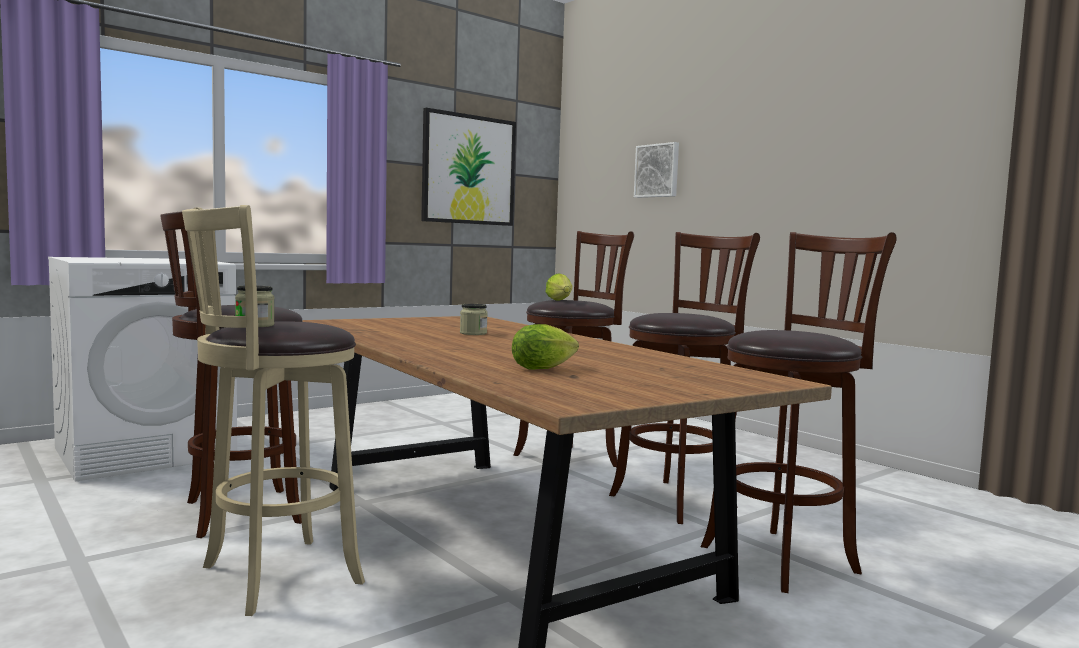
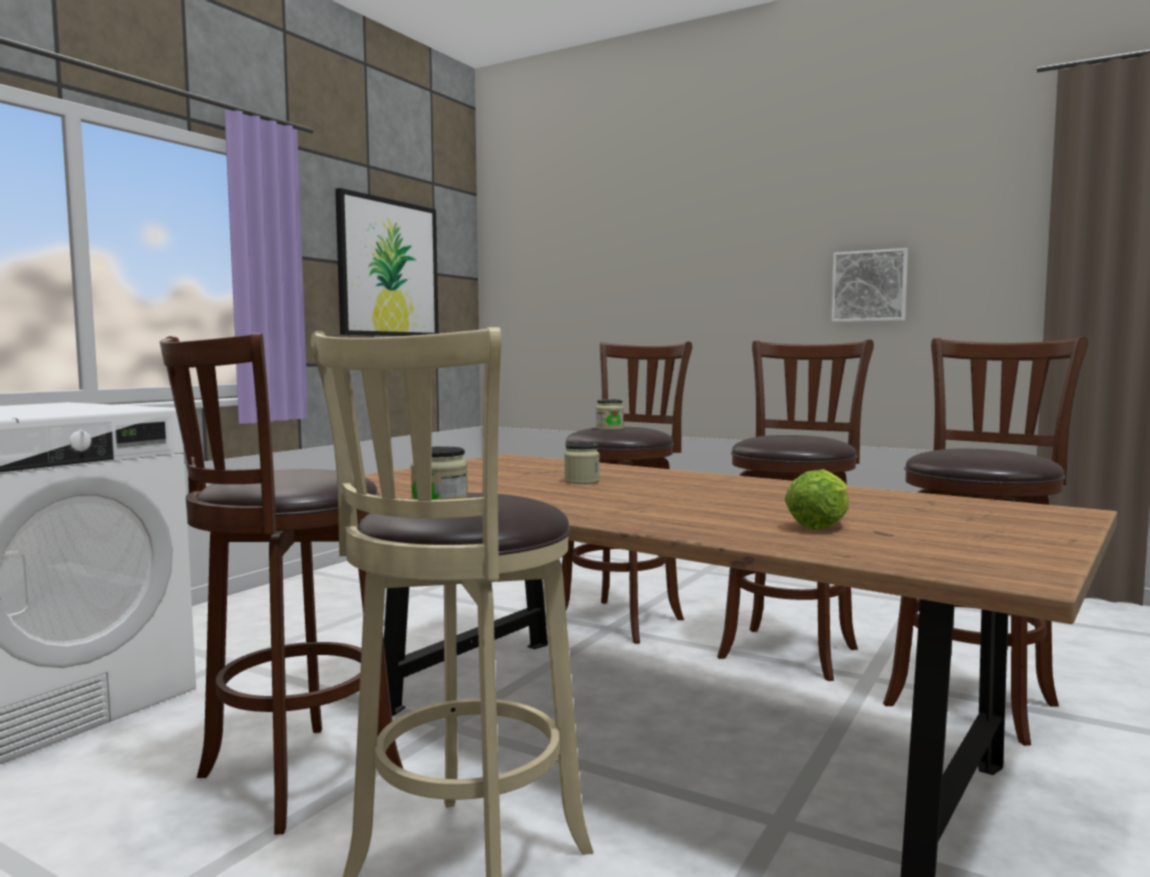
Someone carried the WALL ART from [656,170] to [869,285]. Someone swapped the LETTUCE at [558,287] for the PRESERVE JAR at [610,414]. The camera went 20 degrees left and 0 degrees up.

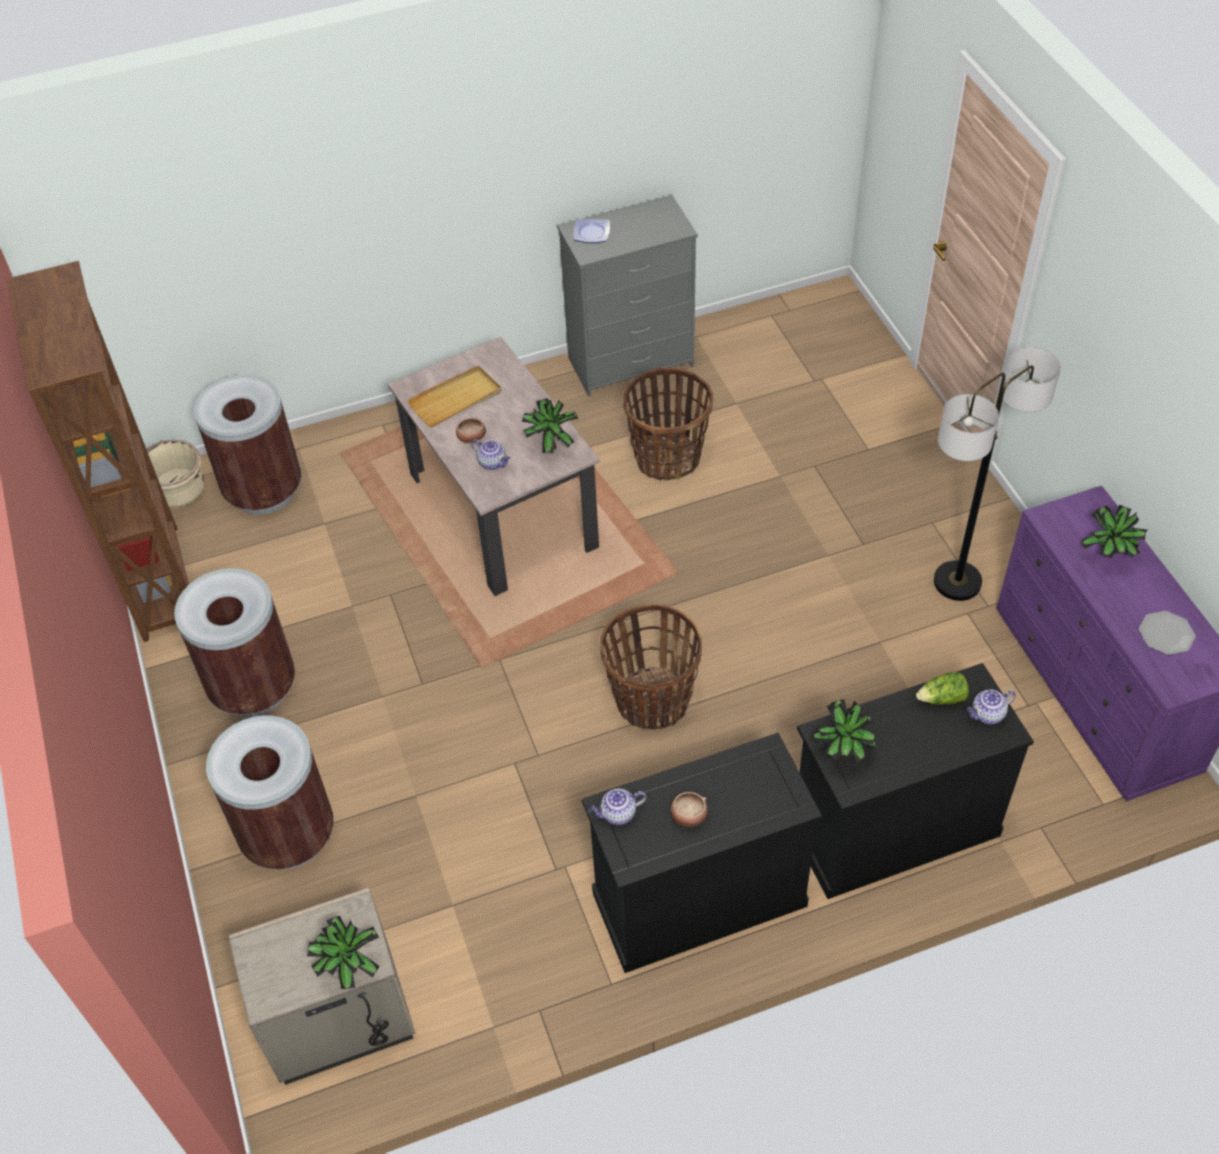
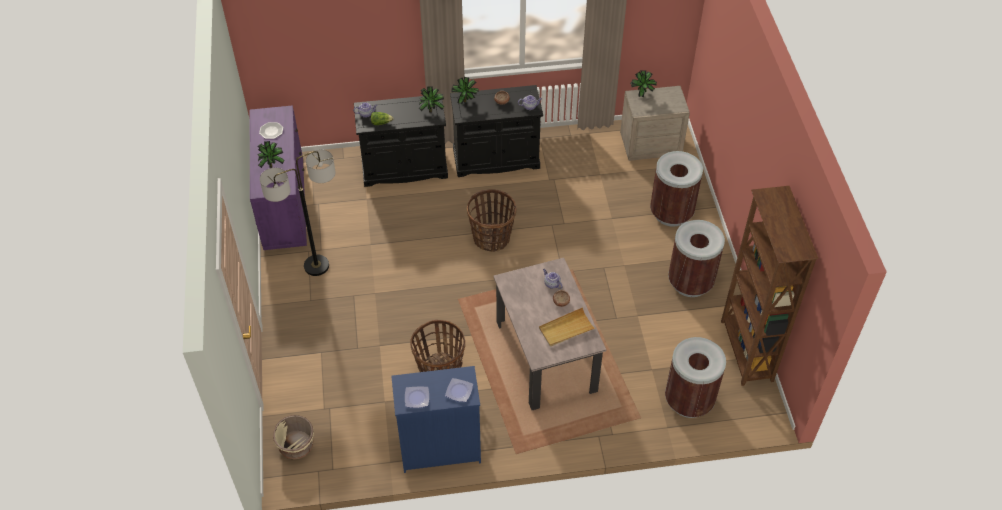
Someone repainted the GREYISH CHEST OF DRAWERS at [627,296], which became the BLUISH CHEST OF DRAWERS at [436,419]. Someone carried the HOUSEPLANT from [550,425] to [465,90]. Someone carried the SAND-COLOURED PLANT POT from [175,473] to [293,437]. Someone put down the DINNER PLATE at [417,397]. The camera went 170 degrees left and 0 degrees up.

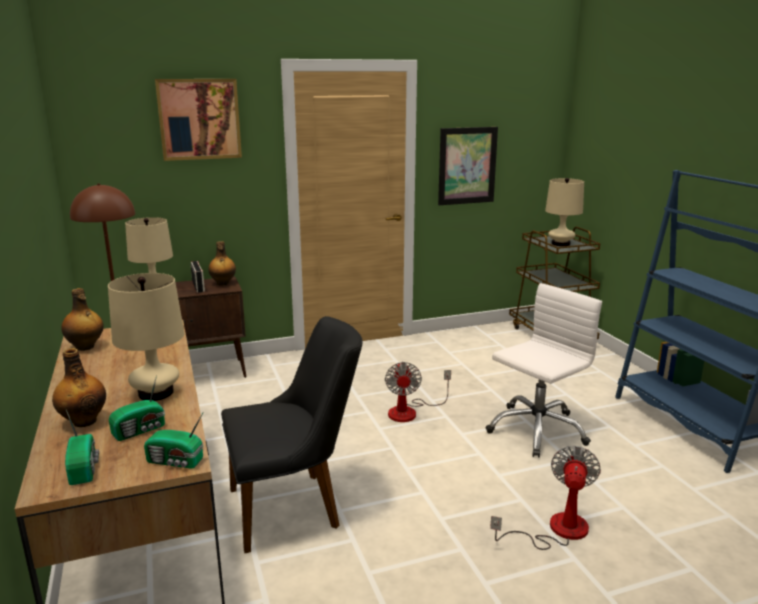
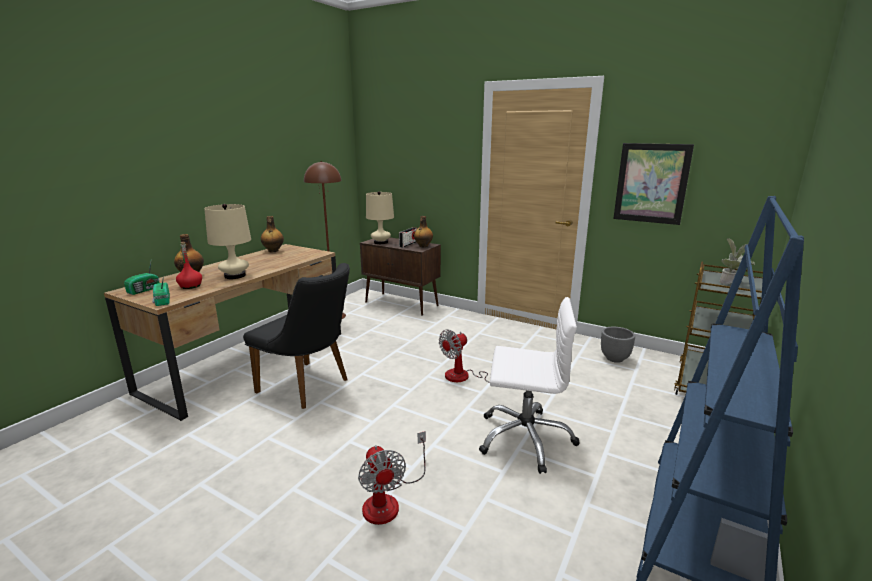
Someone took away the WALL ART at [198,120]. Someone swapped the SAND-COLOURED TABLE LAMP at [564,212] for the HOUSEPLANT at [737,261]. Someone swapped the RADIO at [137,408] for the RED-COLOURED BOTTLE at [189,265]. Someone rotated the FAN at [545,498] by 90 degrees clockwise. Someone put down the GREYISH PLANT POT at [618,345]. The camera went 50 degrees right and 0 degrees up.

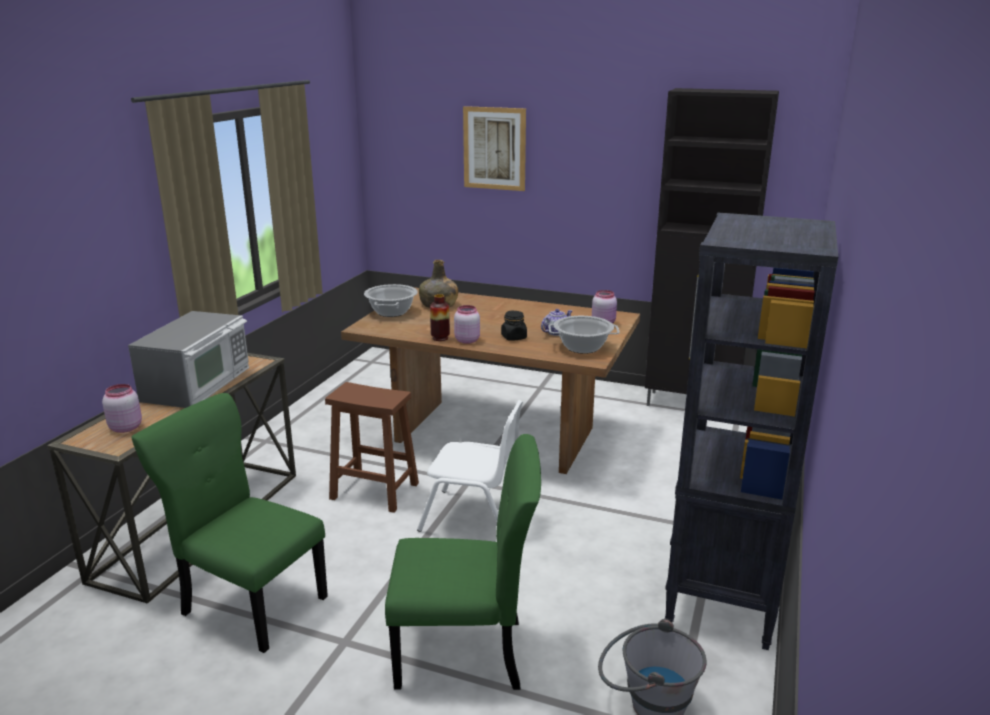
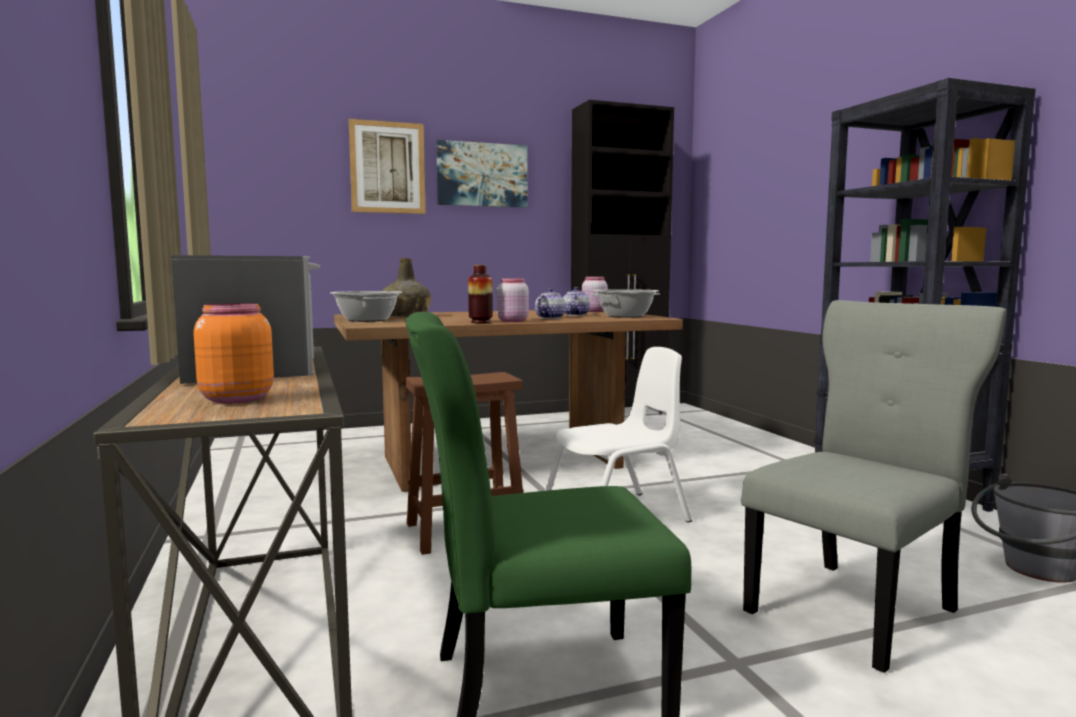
Someone swapped the BLACK-COLOURED PRESERVE JAR at [514,325] for the POT FOR TEA at [550,303]. Someone repainted the PINKISH PRESERVE JAR at [122,408], which became the ORANGE PRESERVE JAR at [234,353]. Someone repainted the GREEN-COLOURED CHAIR at [463,562], which became the GREYISH CHAIR at [874,486]. Someone put up the WALL ART at [481,174]. The camera went 40 degrees left and 15 degrees down.

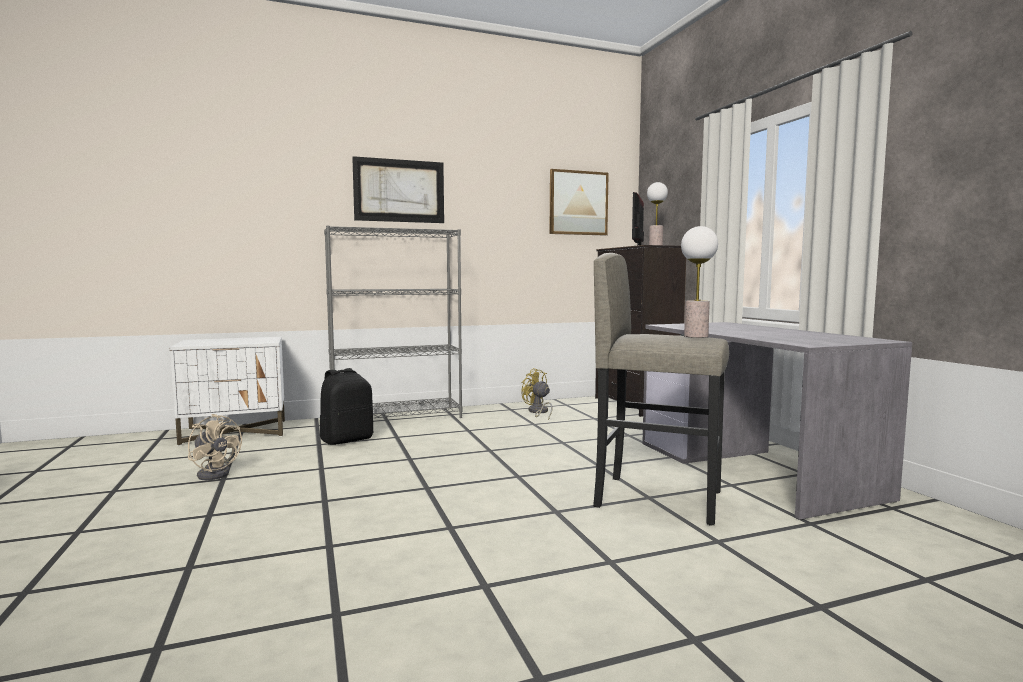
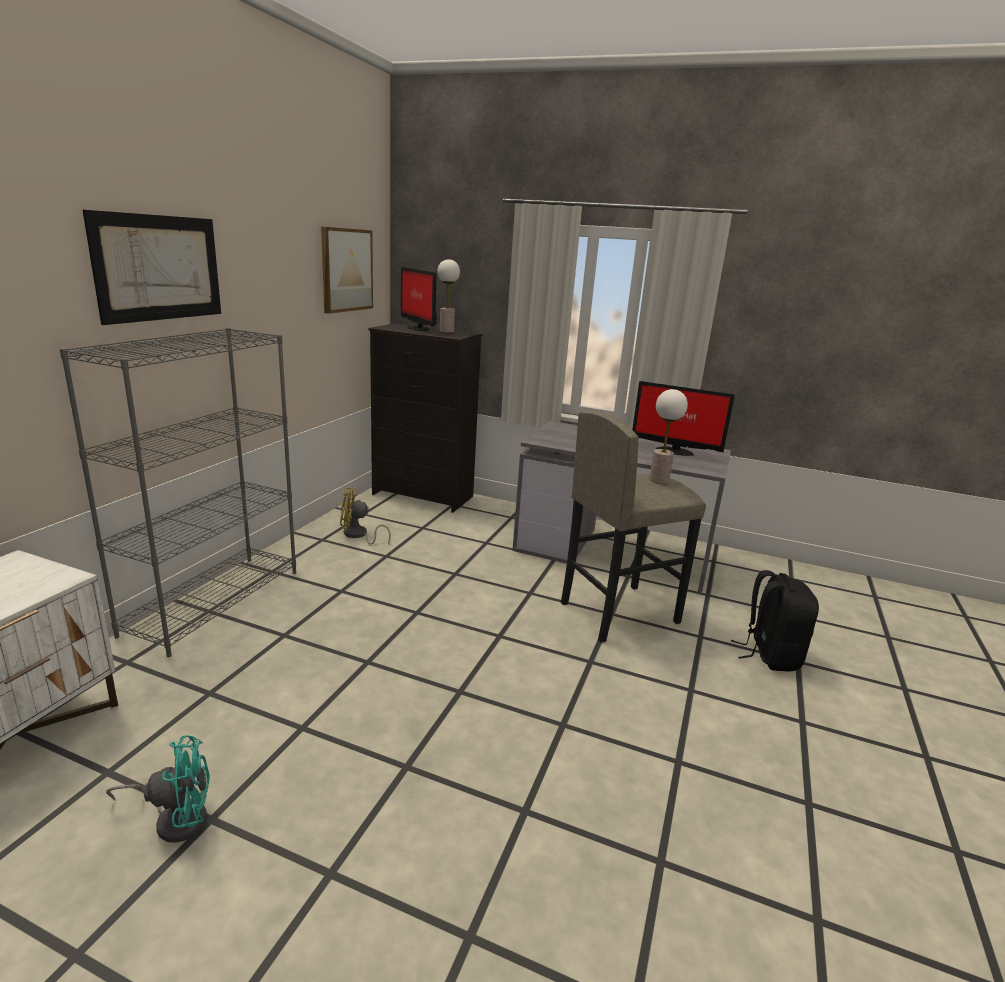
Someone carried the BLACK-COLOURED KNAPSACK from [346,406] to [775,621]. Someone repainted the SAND-COLOURED FAN at [215,447], which became the TURQUOISE-COLOURED FAN at [158,789]. Someone put down the COMPUTER DISPLAY at [683,418]. The camera went 50 degrees left and 15 degrees up.

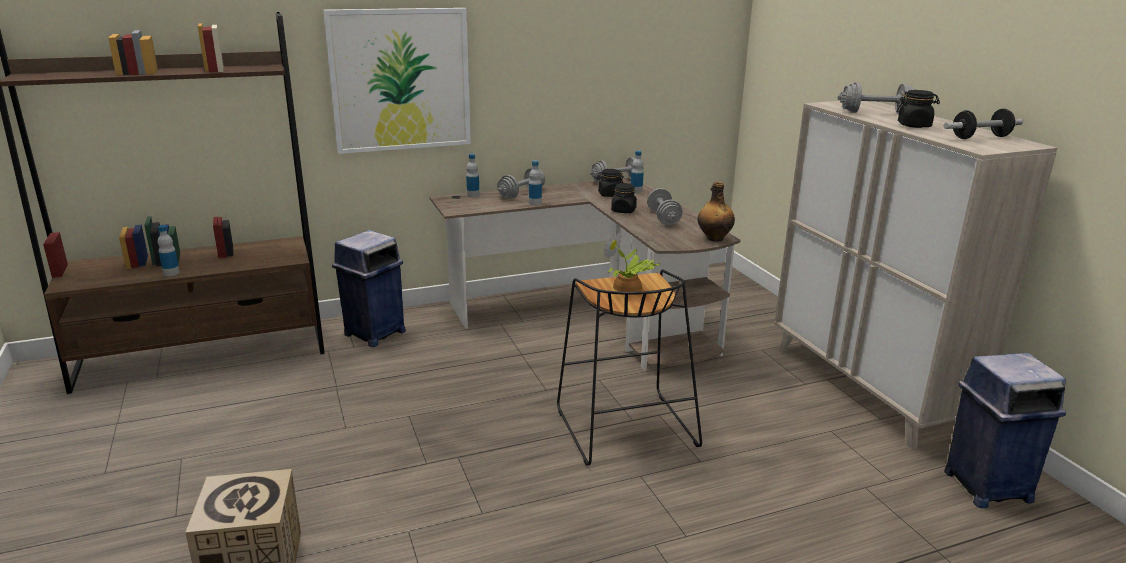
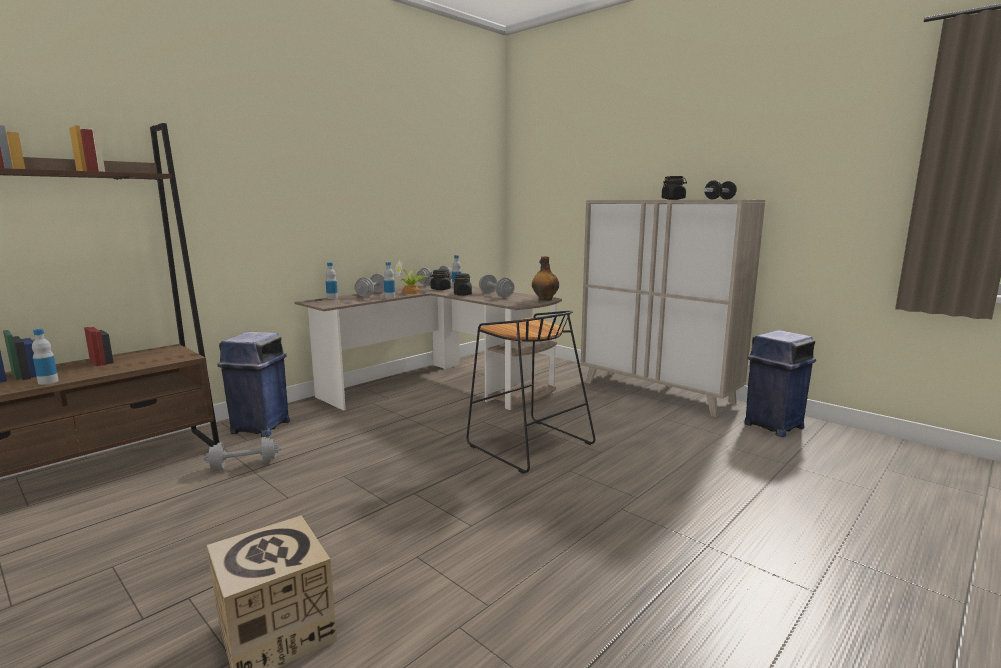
Someone took away the WALL ART at [397,81]. Someone carried the GREYISH DUMBBELL from [876,98] to [242,453]. Someone carried the HOUSEPLANT from [632,261] to [411,276]. The camera went 25 degrees left and 10 degrees down.

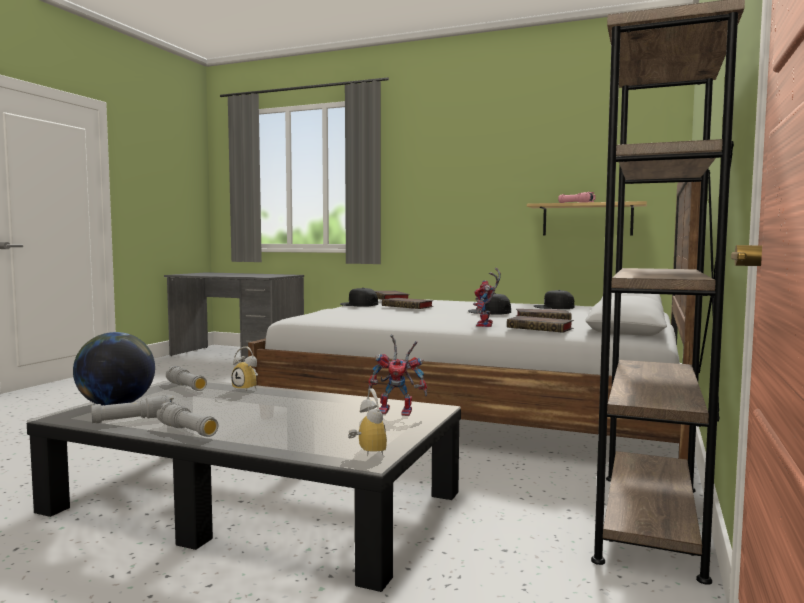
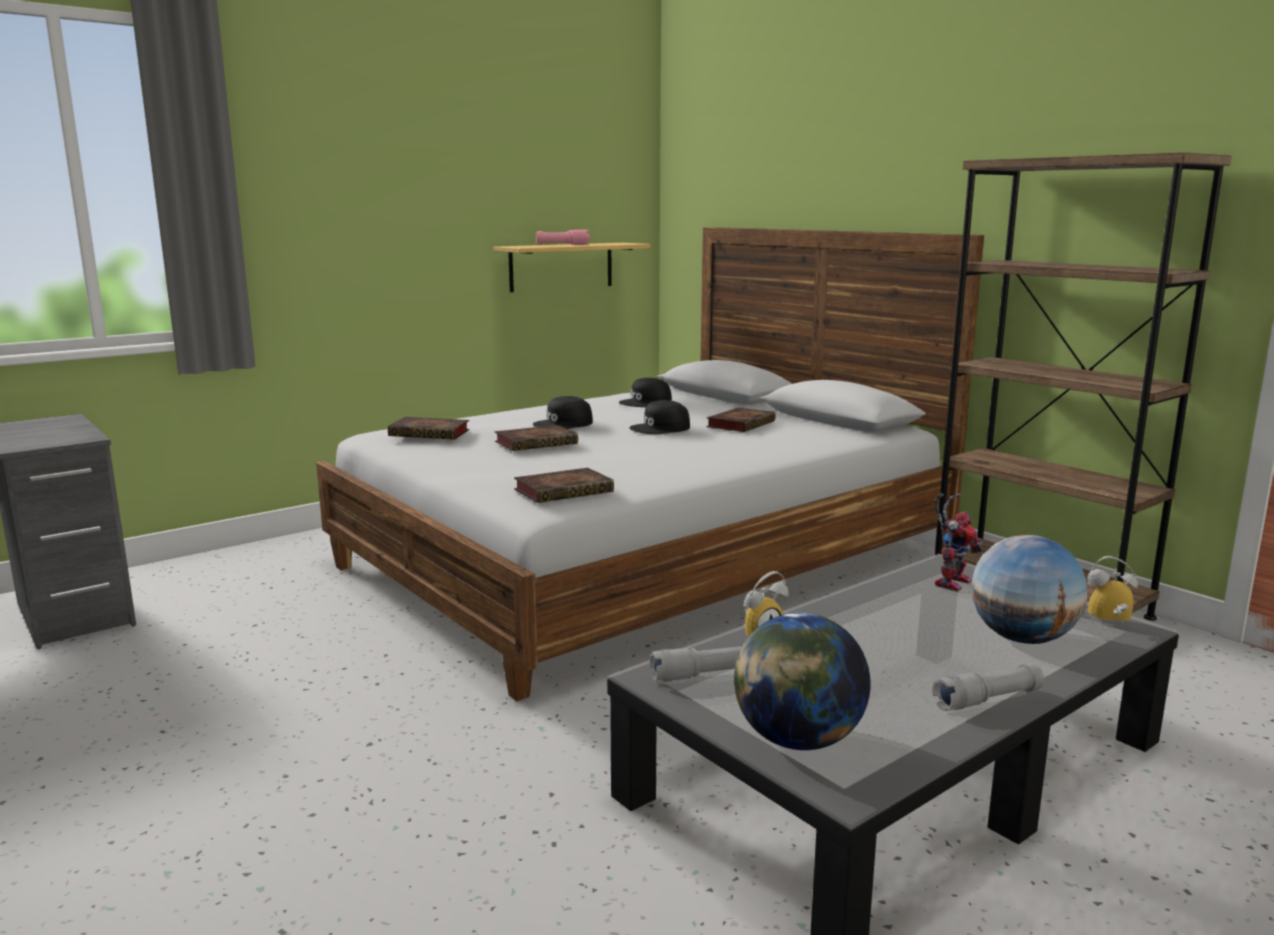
Someone took away the MODEL ROBOT at [487,297]. Someone carried the BLACK-COLOURED PEAKED CAP from [359,297] to [563,412]. Someone carried the VOLUME from [540,324] to [564,485]. Someone took away the GREYISH TORCH at [132,409]. Someone put down the WORLD GLOBE at [1029,589]. The camera went 60 degrees left and 10 degrees up.

